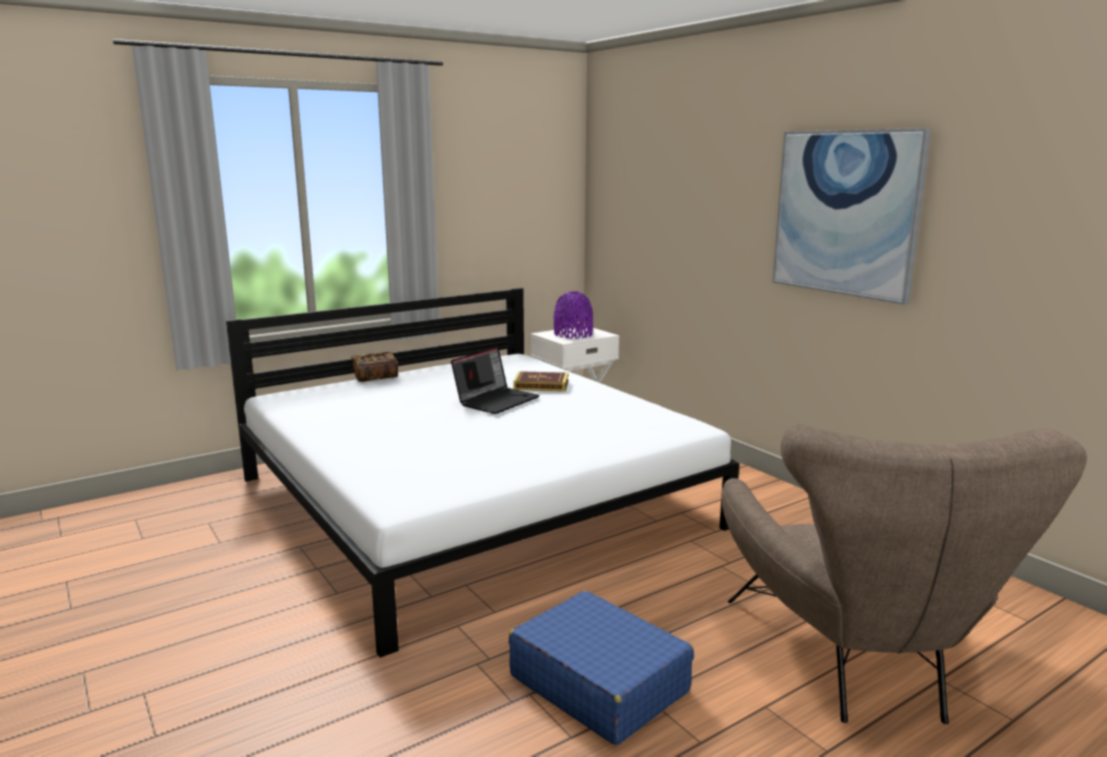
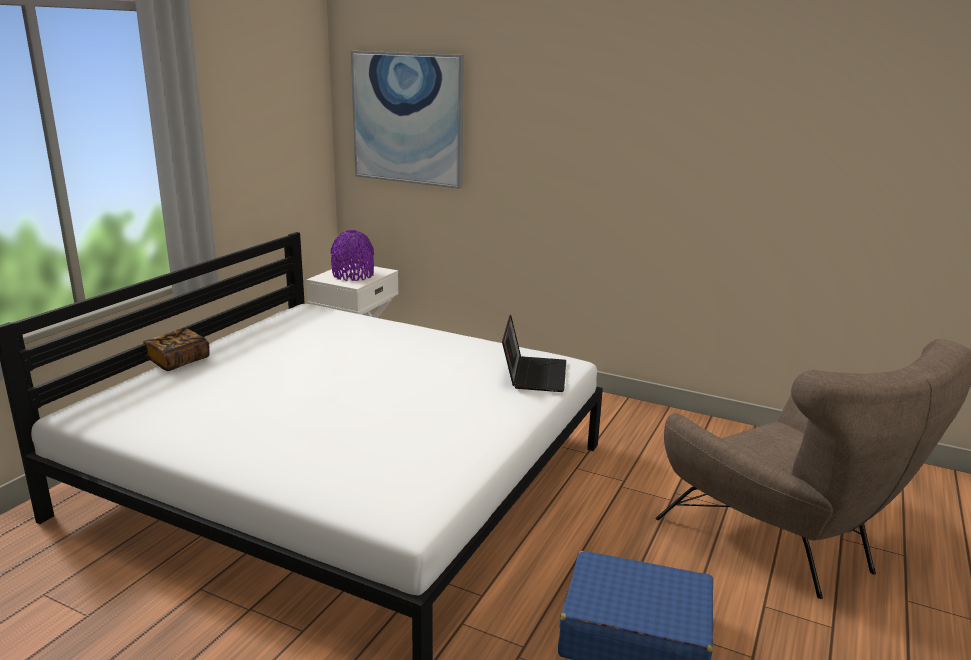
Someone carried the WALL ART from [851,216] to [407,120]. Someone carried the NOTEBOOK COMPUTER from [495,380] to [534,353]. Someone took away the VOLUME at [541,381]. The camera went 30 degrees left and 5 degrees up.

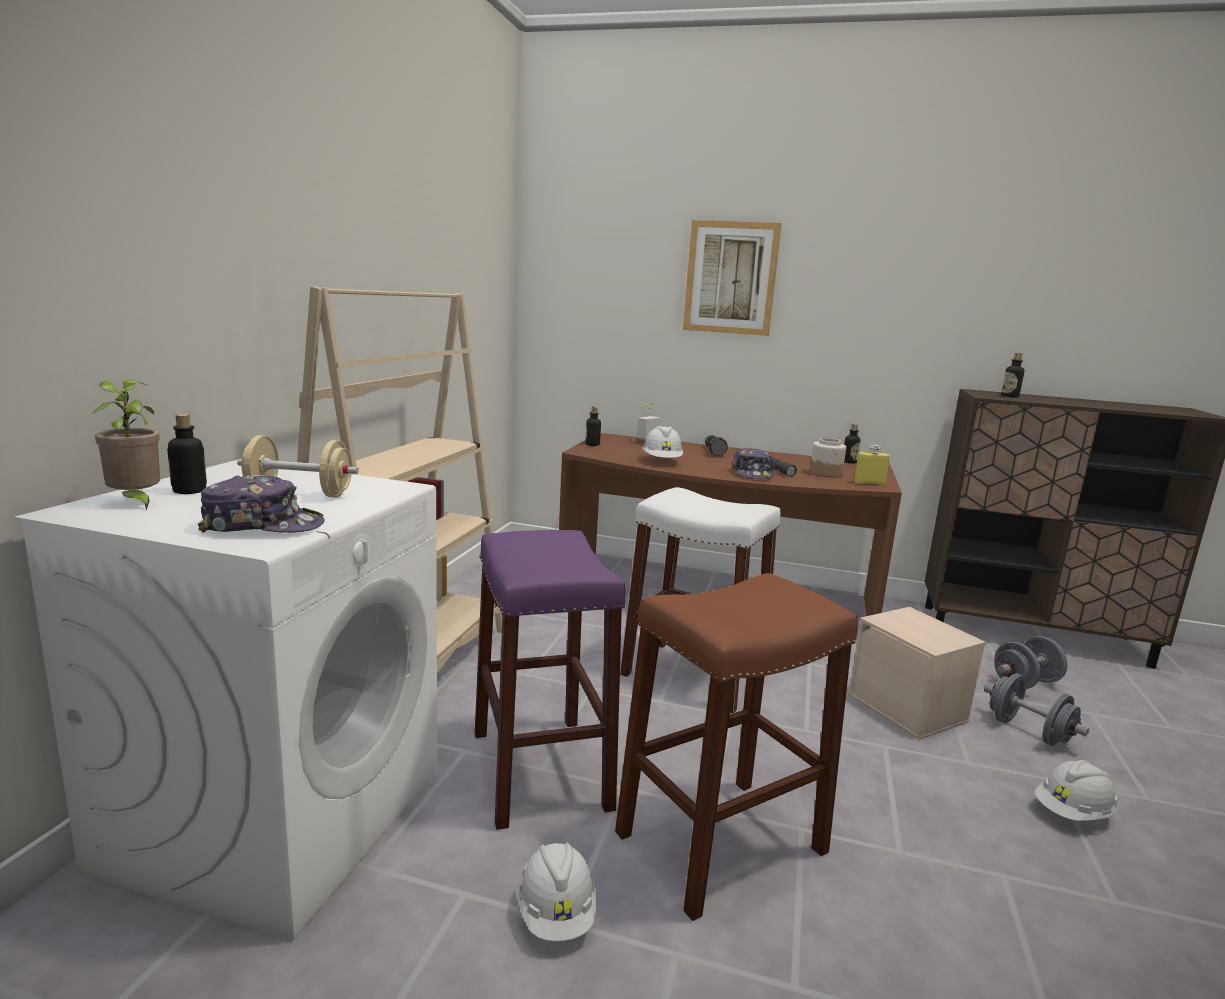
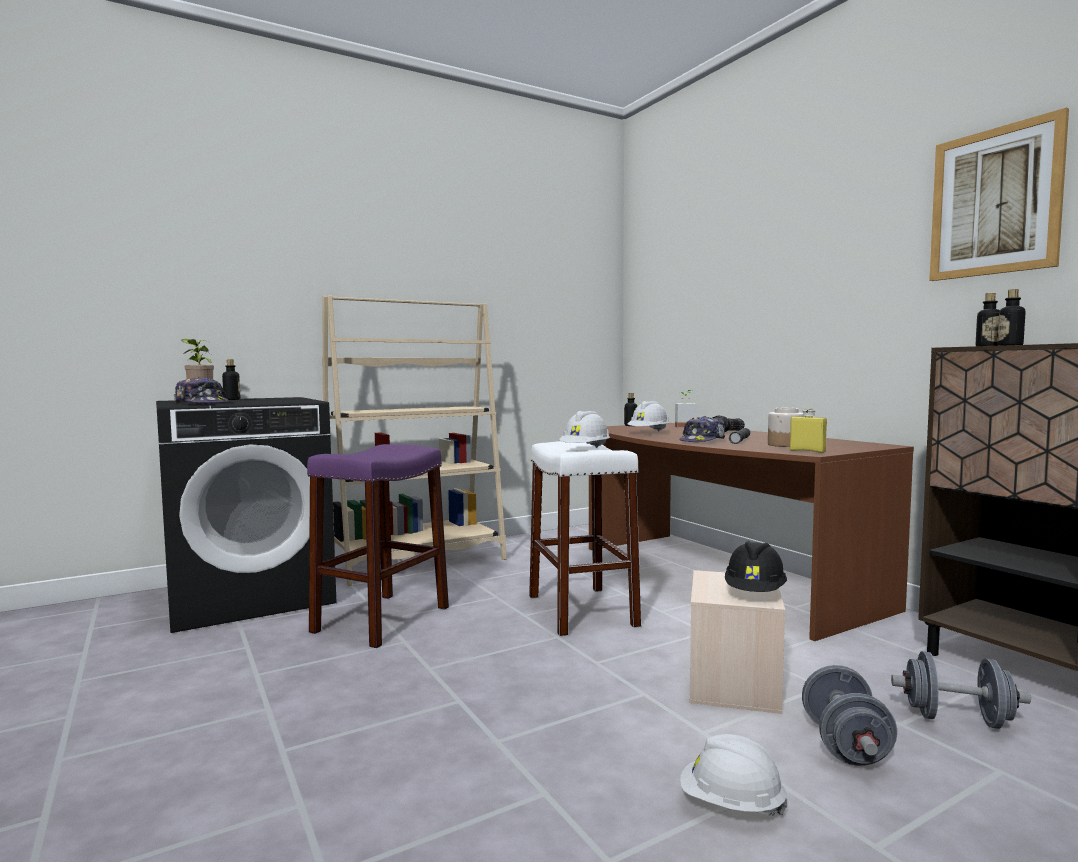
Someone carried the WALL ART from [732,278] to [999,194]. Someone carried the BOTTLE from [852,444] to [988,319]. Someone took away the SAND-COLOURED DUMBBELL at [298,466]. Someone repainted the WHITE LAUNDRY MACHINE at [225,700], which became the BLACK-COLOURED LAUNDRY MACHINE at [246,515]. Someone took away the BROWN STOOL at [736,747]. Someone carried the WHITE WORK HELMET from [556,891] to [584,429]. Someone put down the BLACK-COLOURED WORK HELMET at [756,566]. The camera went 45 degrees right and 10 degrees down.

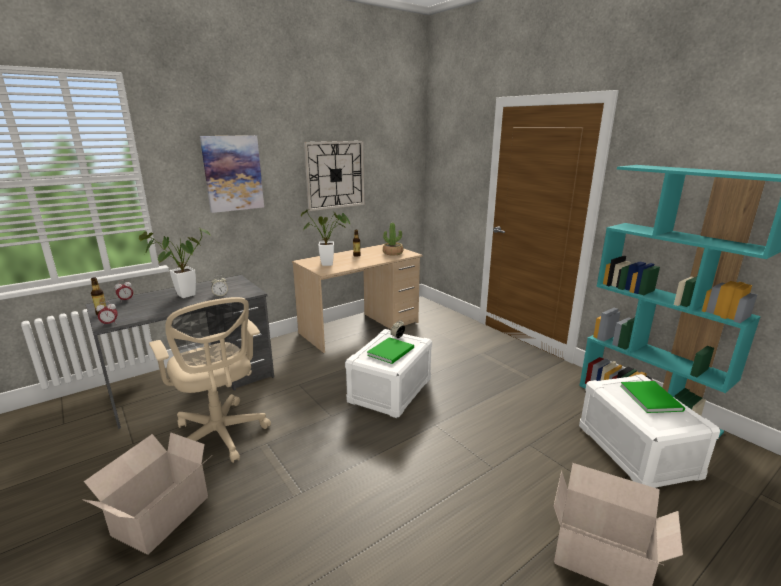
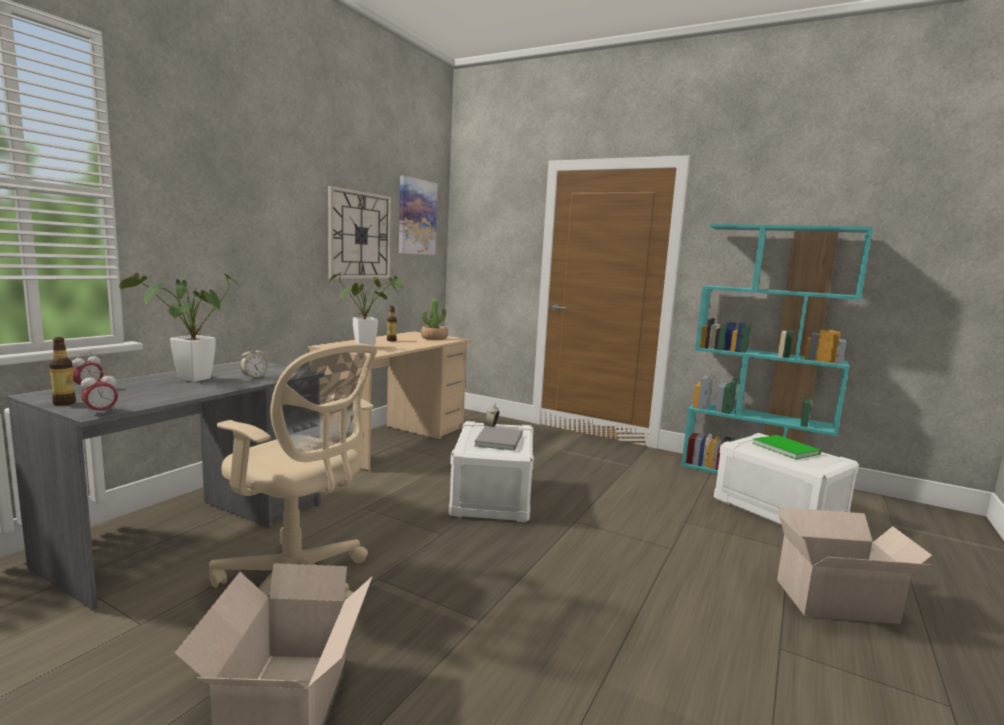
Someone carried the WALL ART from [232,174] to [418,215]. Someone repainted the GREEN-COLOURED VOLUME at [390,350], which became the GREYISH VOLUME at [498,438]. The camera went 25 degrees left and 10 degrees down.

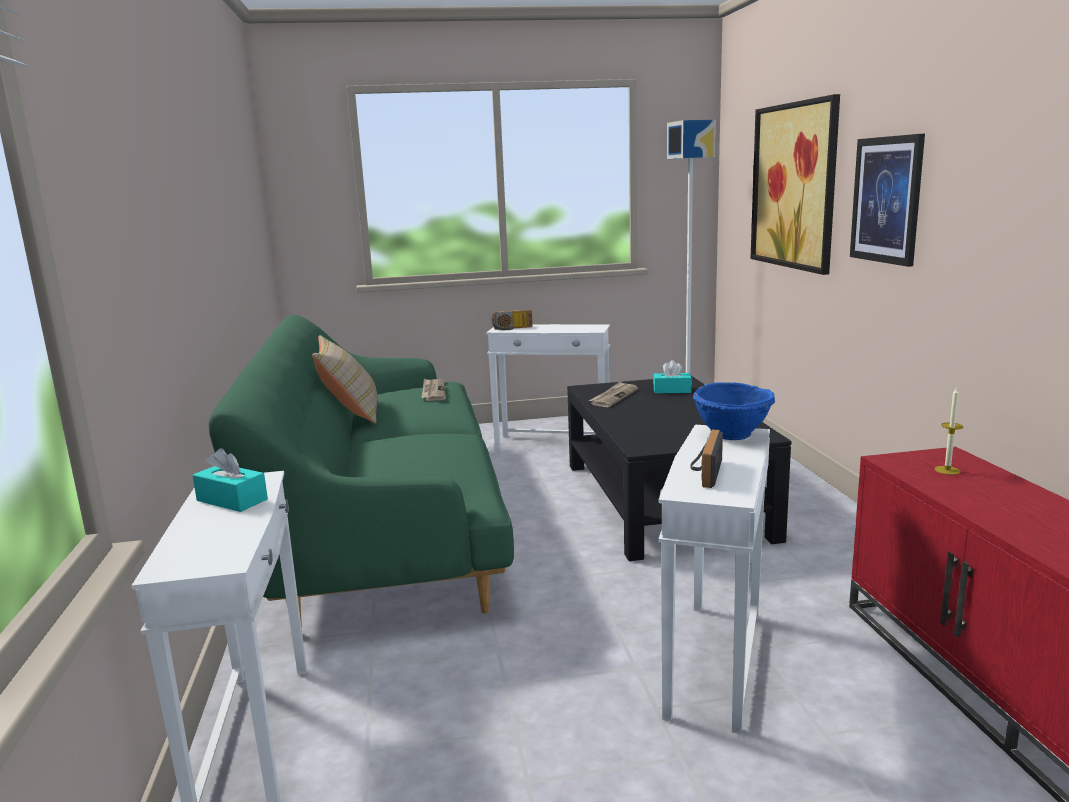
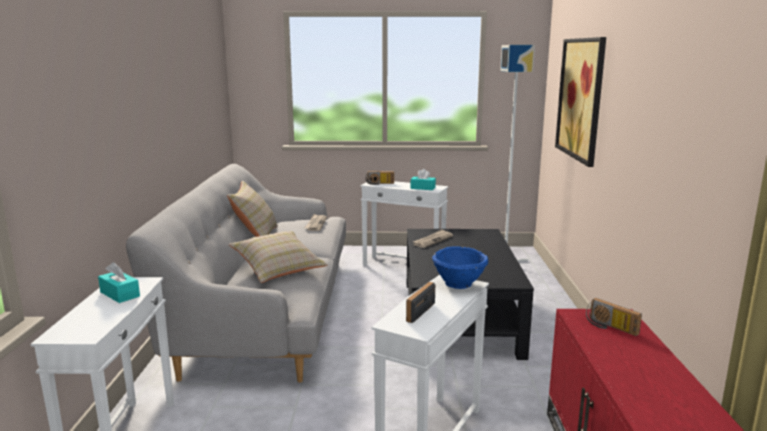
Someone took away the WALL ART at [887,200]. Someone repainted the GREEN-COLOURED SOFA at [361,471], which became the GREYISH SOFA at [236,273]. Someone carried the TURQUOISE-COLOURED TISSUE HOLDER from [672,376] to [423,179]. Someone swapped the CANDLE at [949,430] for the RADIO at [614,317]. Someone put down the SAND-COLOURED CUSHION at [278,257]. The camera went 10 degrees right and 0 degrees up.

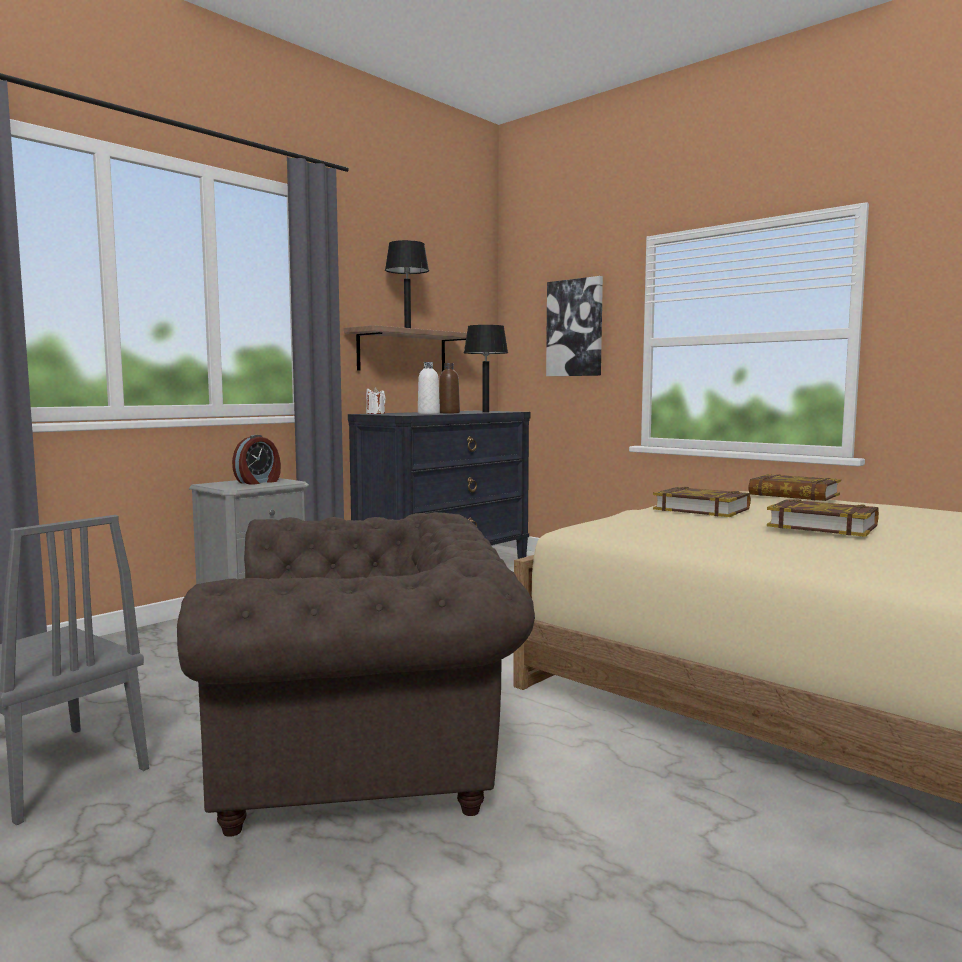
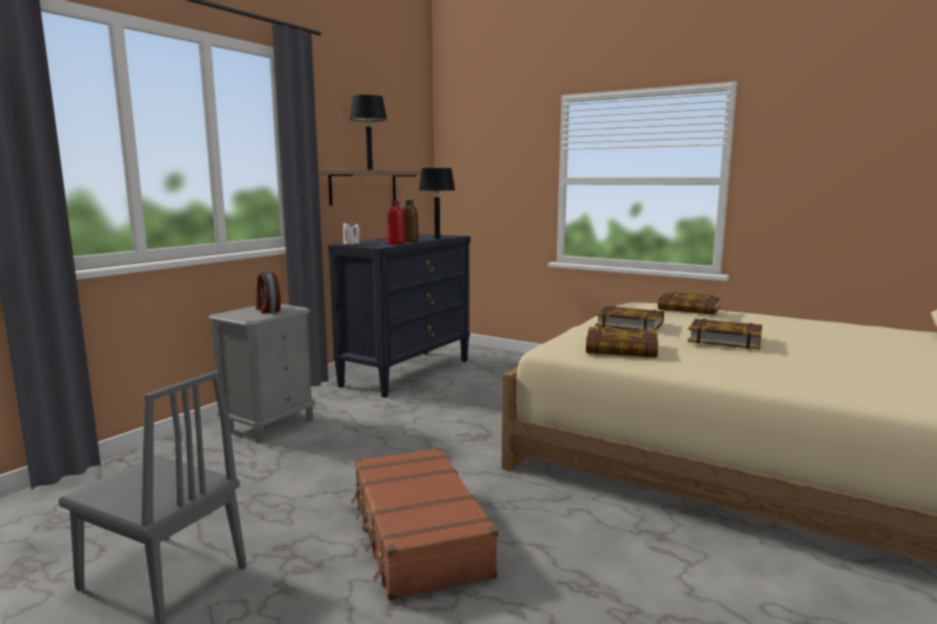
Someone took away the WALL ART at [574,326]. Someone repainted the WHITE BOTTLE at [429,388], which became the RED-COLOURED BOTTLE at [396,222]. Someone rotated the ALARM CLOCK at [256,460] by 120 degrees clockwise. Someone swapped the BROWN LOUNGE CHAIR at [356,674] for the BROWN TRAVEL CASE at [424,524]. Someone put down the VOLUME at [622,342]. The camera went 10 degrees left and 5 degrees up.

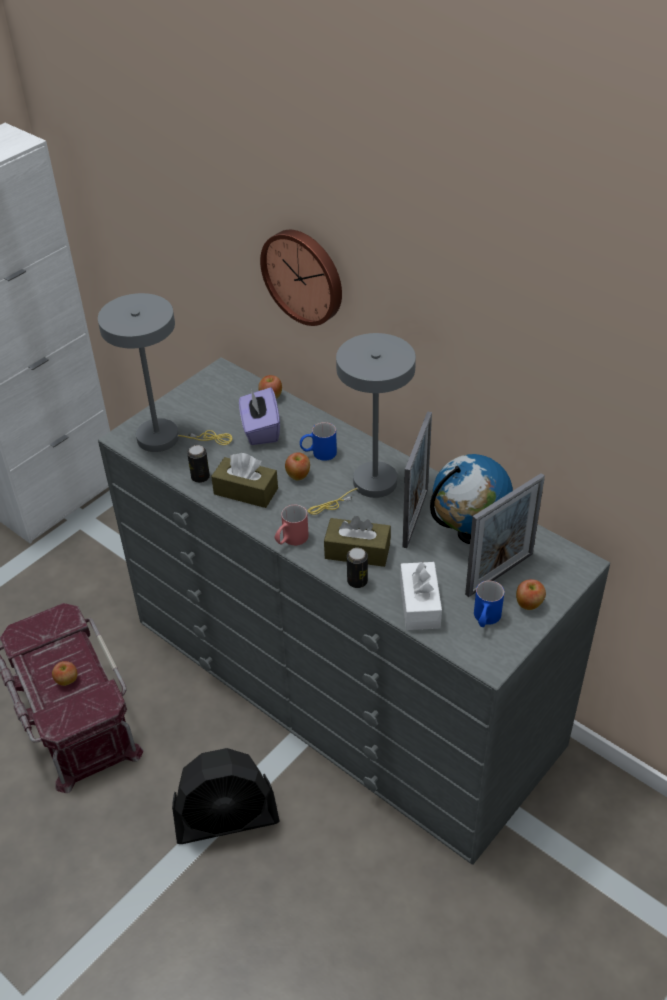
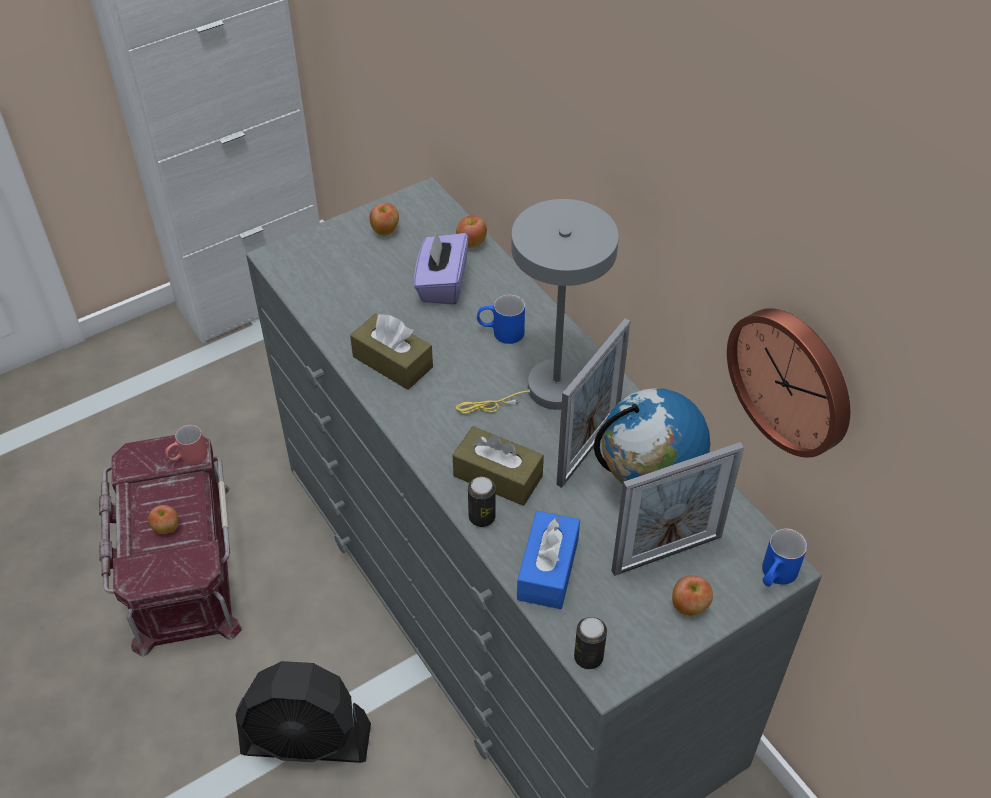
Someone carried the CLOCK ON THE WALL from [301,278] to [788,383]. Someone took away the GREYISH TABLE LAMP at [165,372]. Someone carried the SEALED CAN from [198,464] to [590,643]. Someone carried the APPLE FRUIT from [297,466] to [384,219]. Someone carried the RED-COLOURED COFFEE MUG from [292,525] to [186,445]. Someone repainted the WHITE TISSUE HOLDER at [421,595], which became the BLUISH TISSUE HOLDER at [548,560]. Someone carried the BLUISH COFFEE MUG from [489,604] to [784,558]. The camera went 15 degrees right and 5 degrees up.

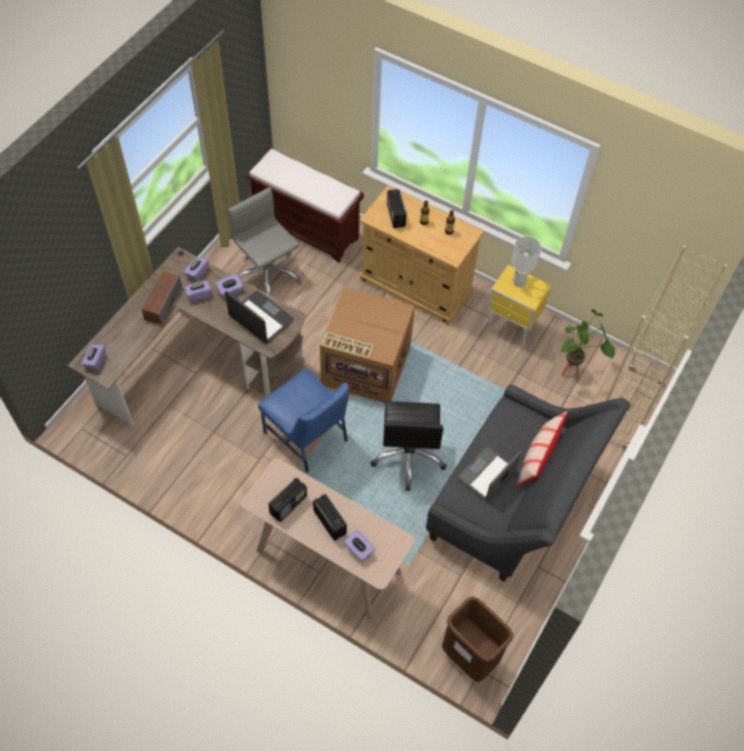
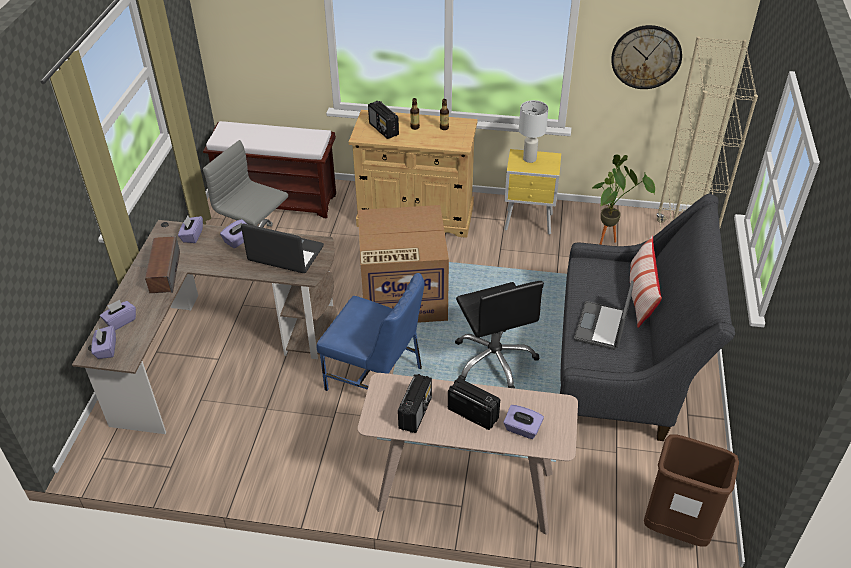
Someone carried the PURPLE TISSUE HOLDER from [198,291] to [118,315]. Someone put up the CLOCK ON THE WALL at [646,57]. The camera went 20 degrees left and 15 degrees down.

